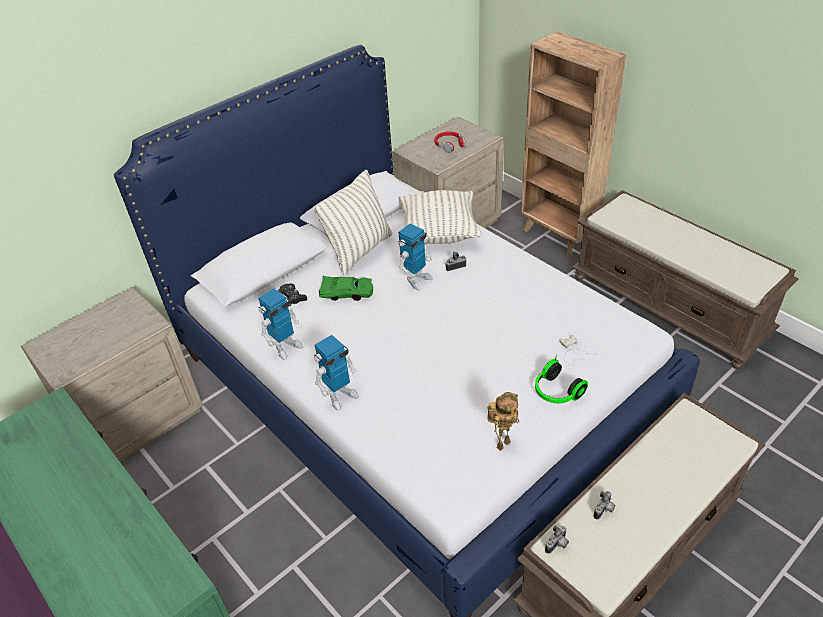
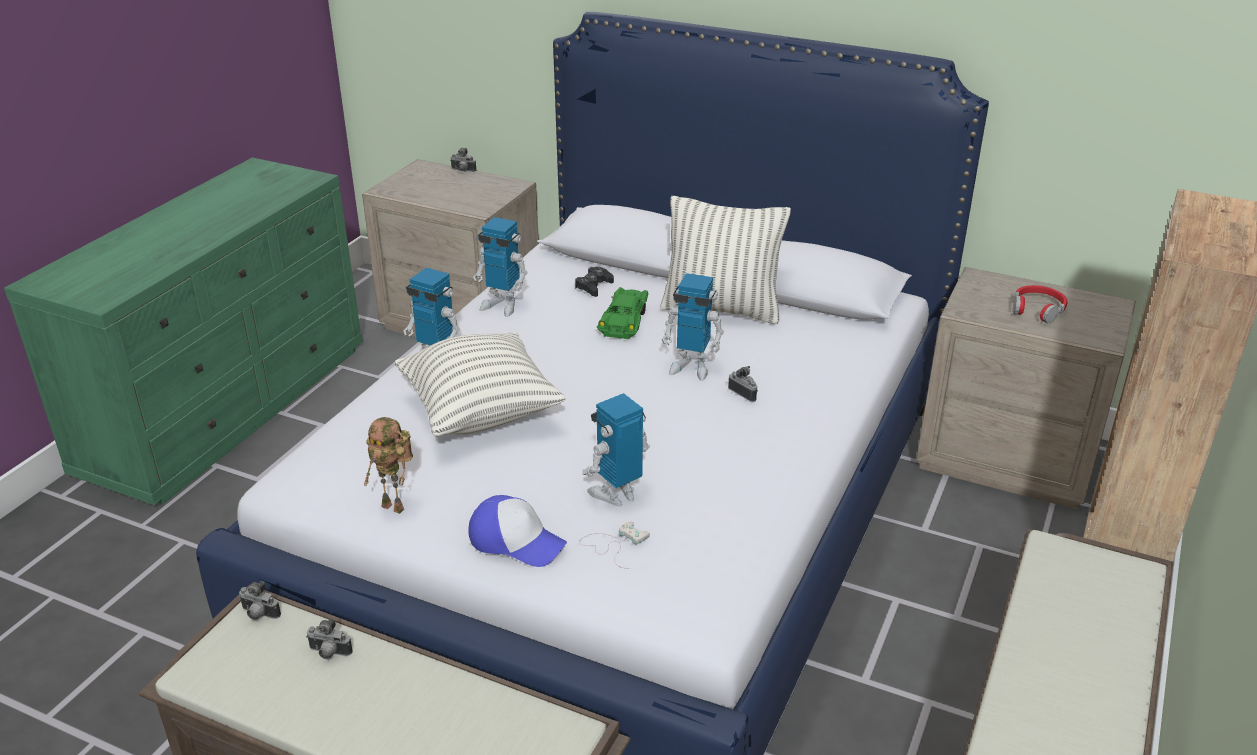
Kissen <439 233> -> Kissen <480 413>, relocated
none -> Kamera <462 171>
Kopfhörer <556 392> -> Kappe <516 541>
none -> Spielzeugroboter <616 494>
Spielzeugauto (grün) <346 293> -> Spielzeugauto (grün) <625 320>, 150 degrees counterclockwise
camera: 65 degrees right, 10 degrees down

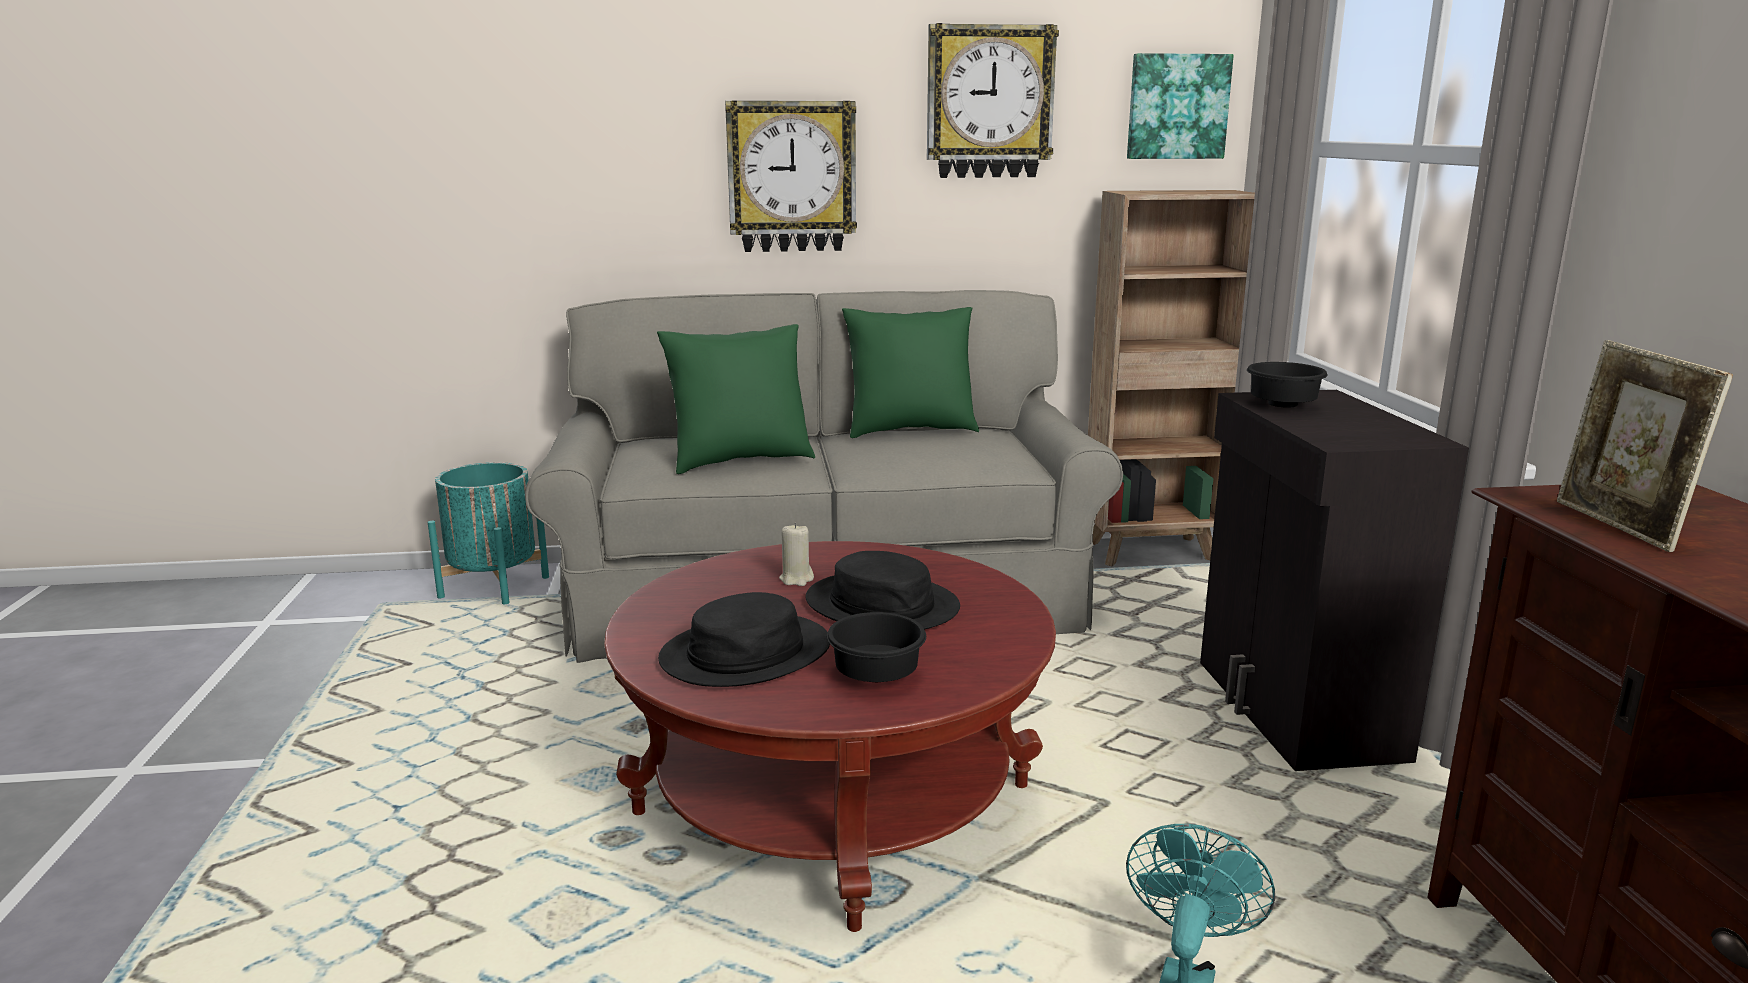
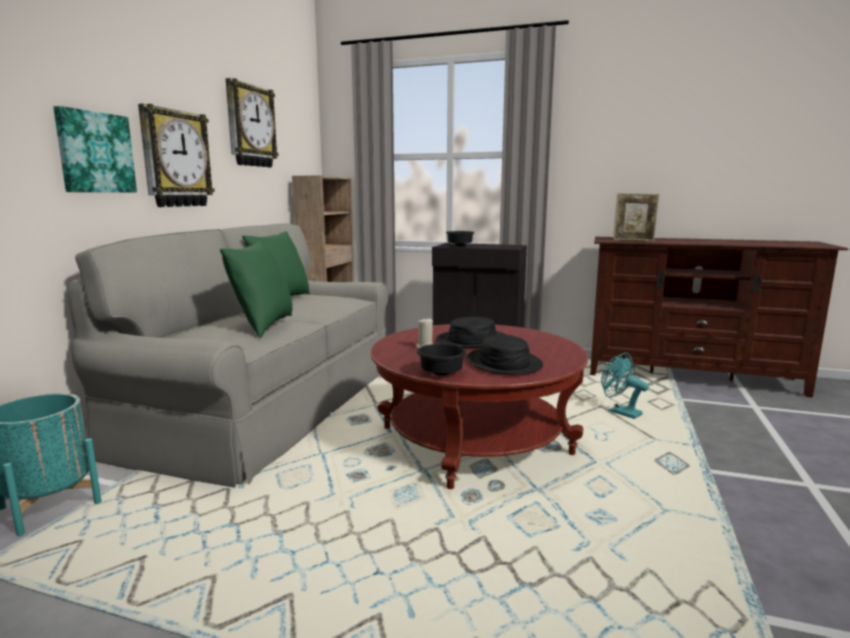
Bild <1177 107> -> Bild <95 152>, relocated
Schüssel (schwarz) <879 675> -> Schüssel (schwarz) <441 372>, relocated
camera: 65 degrees left, 5 degrees down

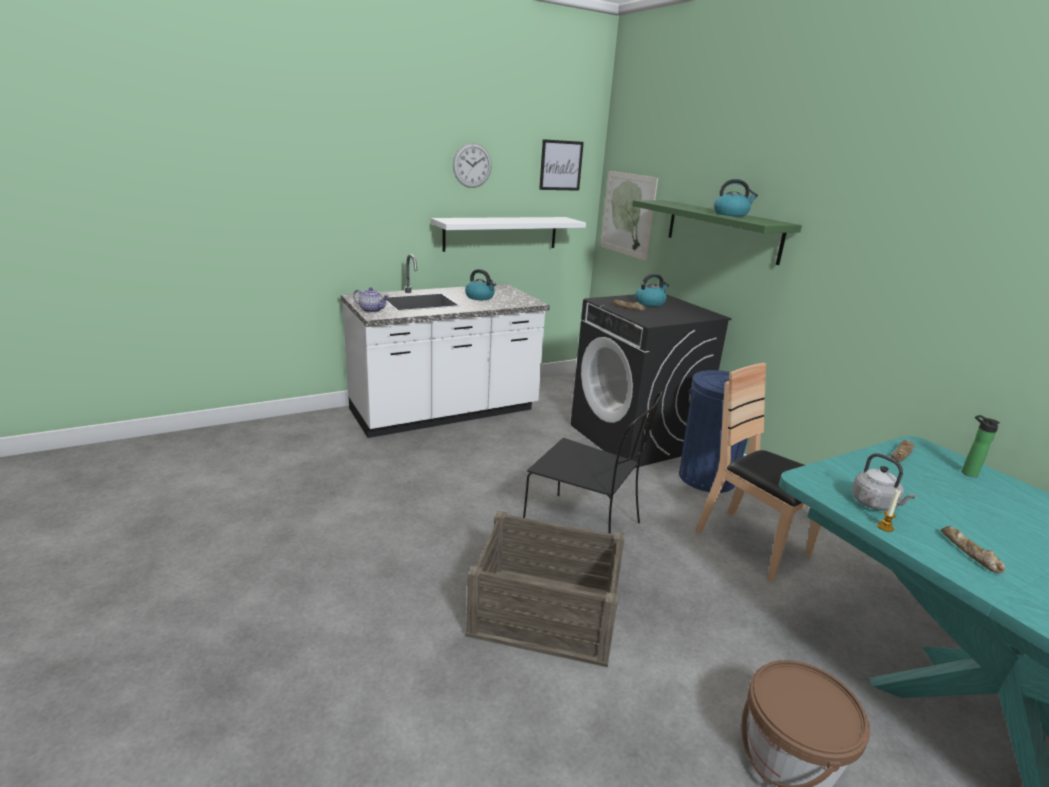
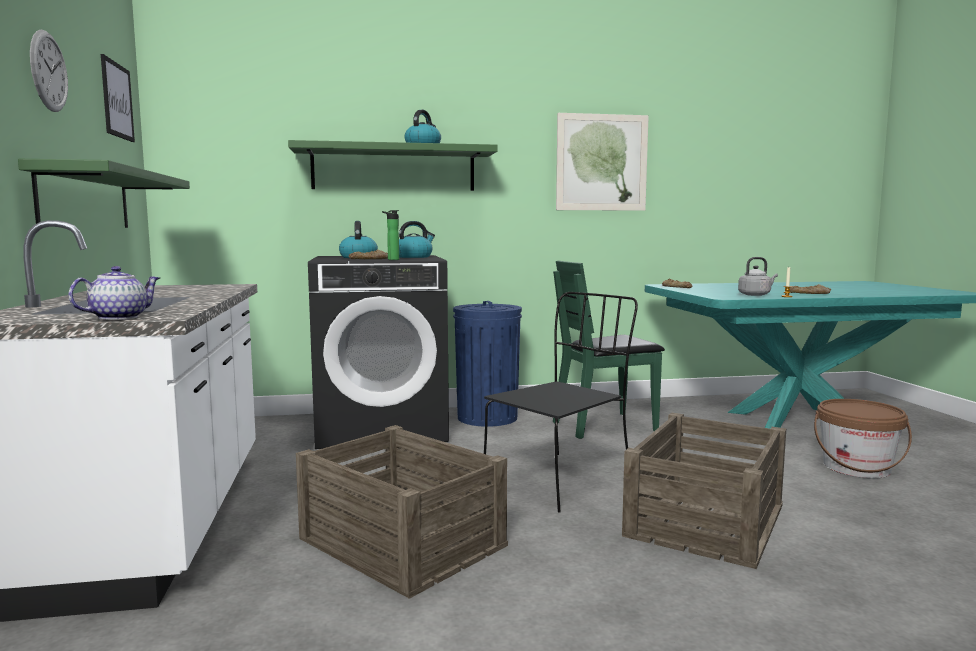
Wandregal (weiß) <501 233> -> Wandregal (grün) <86 199>
none -> Kiste <401 543>
Flasche <966 472> -> Flasche <391 260>, relocated
Wasserkessel <480 297> -> Wasserkessel <414 257>, relocated
Stuhl (braun) <752 545> -> Stuhl (grün) <604 426>
Bild <627 214> -> Bild <601 162>, relocated
camera: 70 degrees left, 15 degrees down

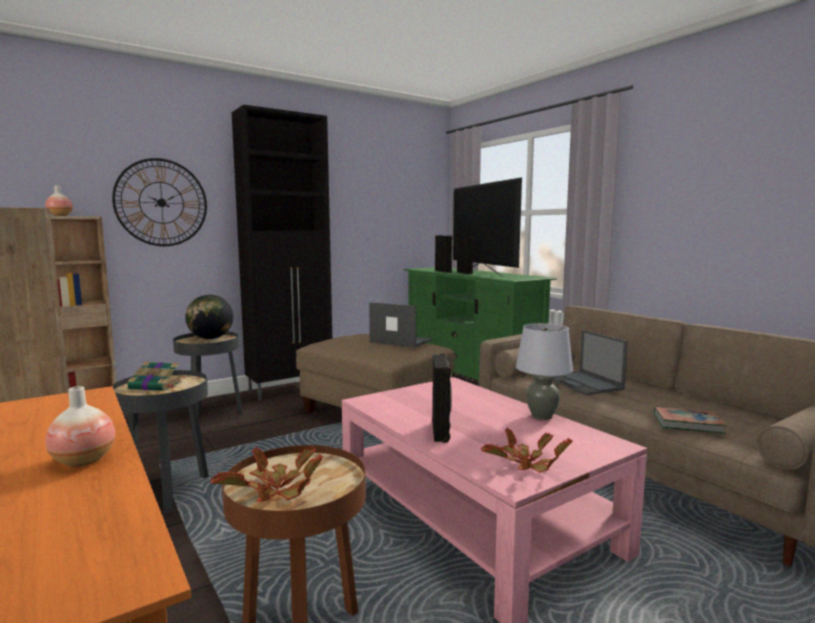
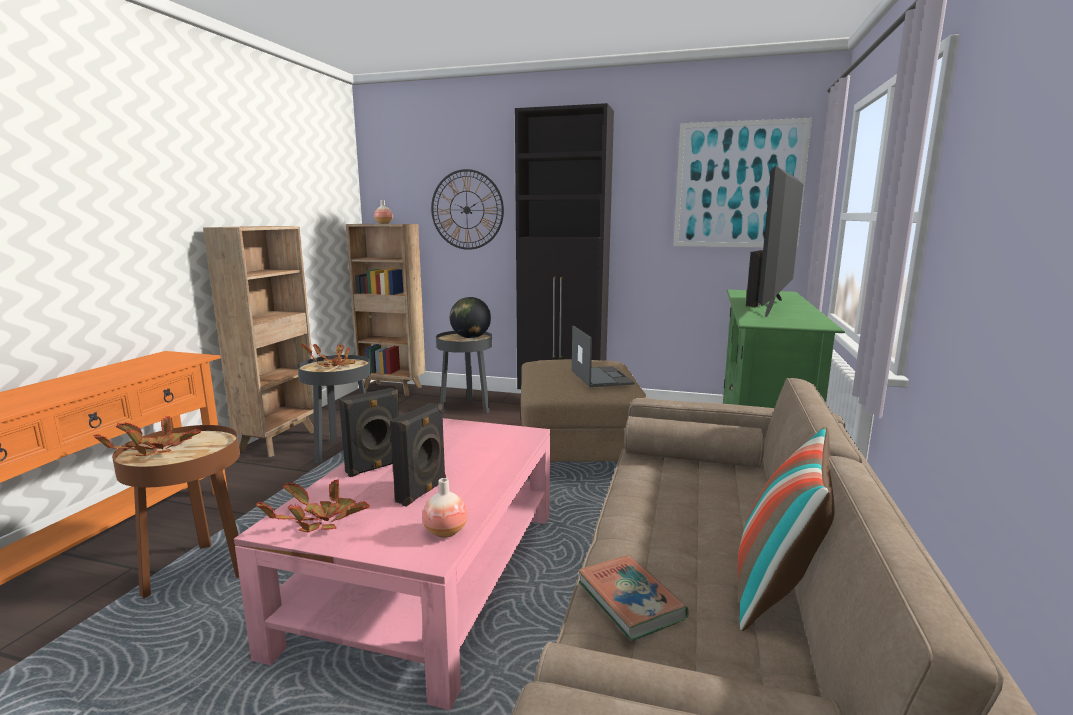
Buch <156 386> -> Topfpflanze <334 365>
Lautsprecher (schwarz) <443 271> -> Lautsprecher (schwarz) <423 492>, relocated
Vase <83 460> -> Vase <445 532>, relocated
none -> Bild <738 185>
none -> Kissen <778 588>
Tischlampe (grau) <542 416> -> none
Laptop <584 384> -> none
camera: 50 degrees right, 5 degrees up

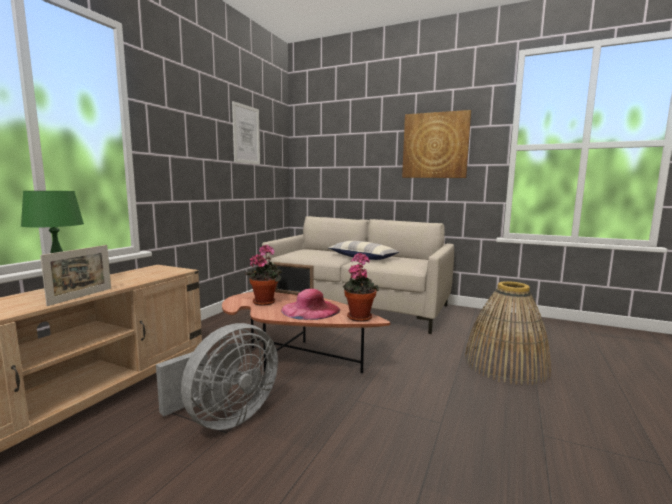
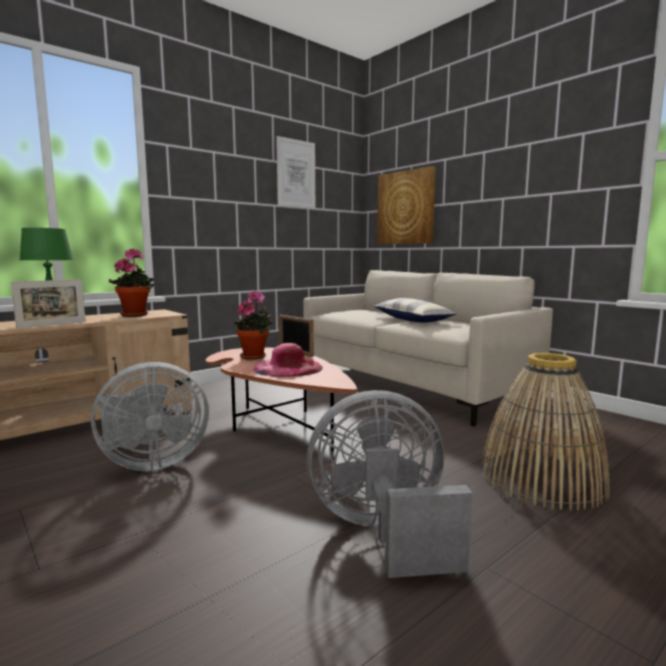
Topfpflanze <359 316> -> Topfpflanze <136 315>, relocated
none -> Ventilator (grau) <383 532>
Bild <435 145> -> Bild <406 208>, relocated
camera: 25 degrees right, 0 degrees up

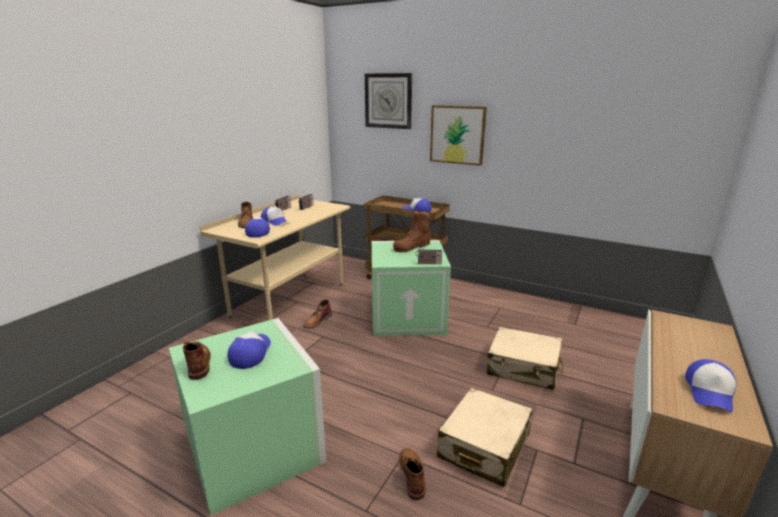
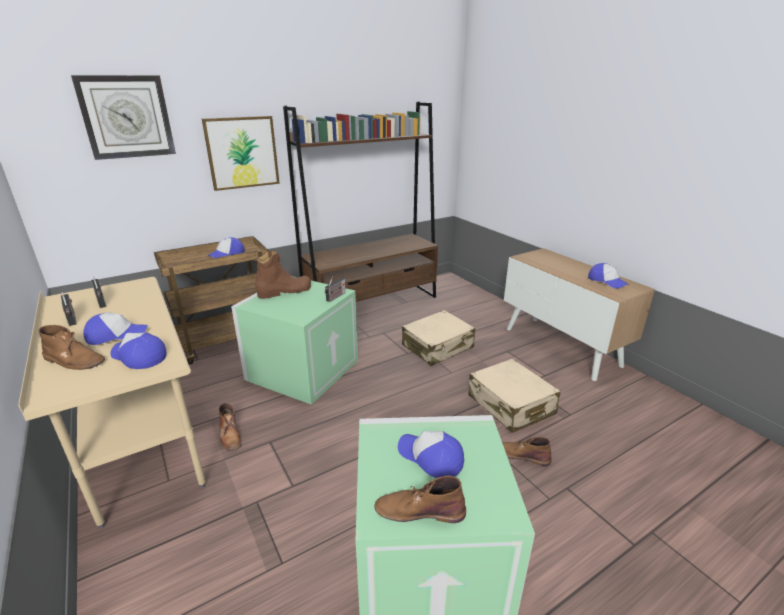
Stiefel (braun) <412 247> -> Stiefel (braun) <284 291>, 105 degrees counterclockwise
none -> Bücherregal (braun) <372 304>
camera: 60 degrees left, 5 degrees up

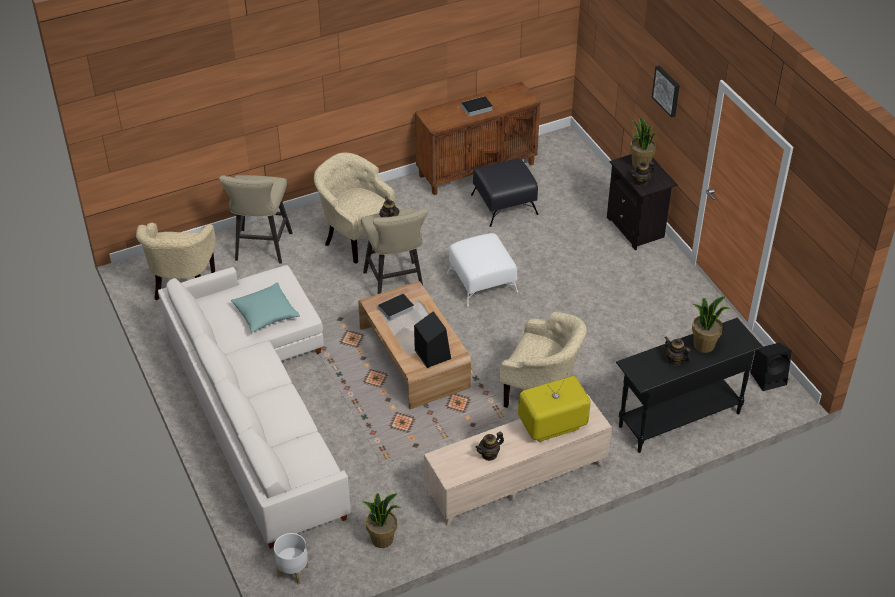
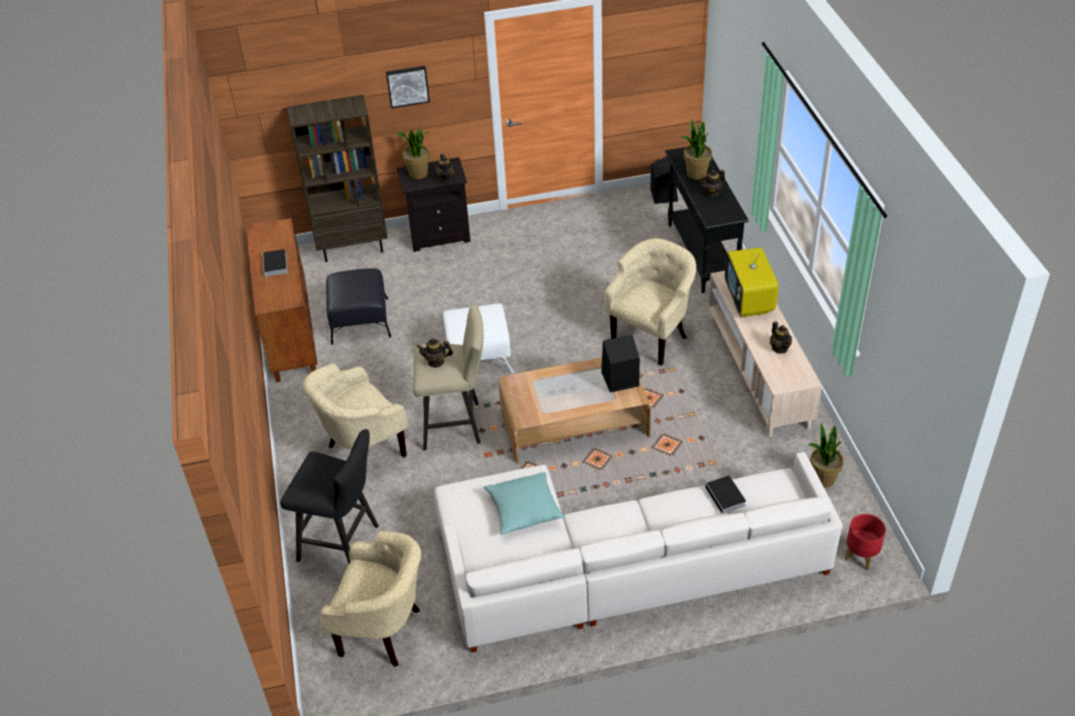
Hocker (beige) <261 249> -> Hocker (schwarz) <344 543>
none -> Bücherregal (braun) <353 248>
Buch <395 309> -> Buch <726 497>, relocated
Pflanzkübel (weiß) <292 572> -> Pflanzkübel (rot) <861 557>
camera: 75 degrees left, 0 degrees up

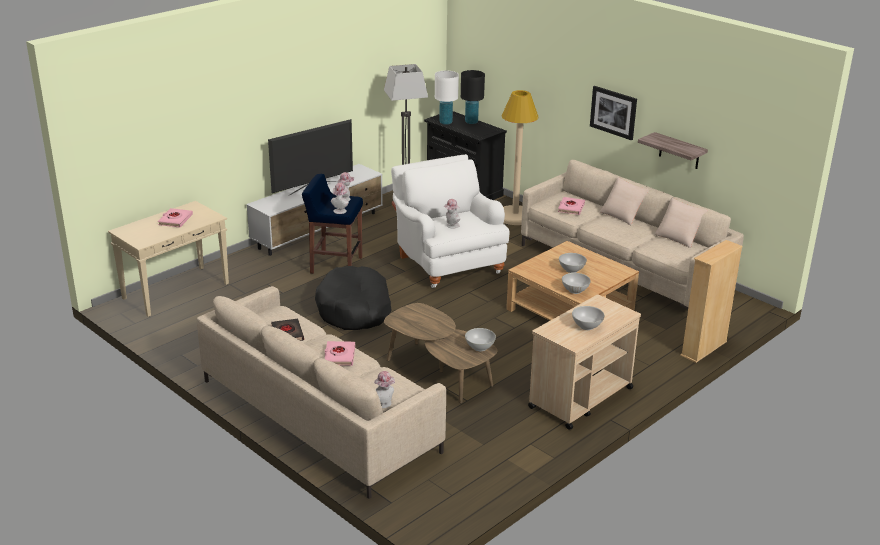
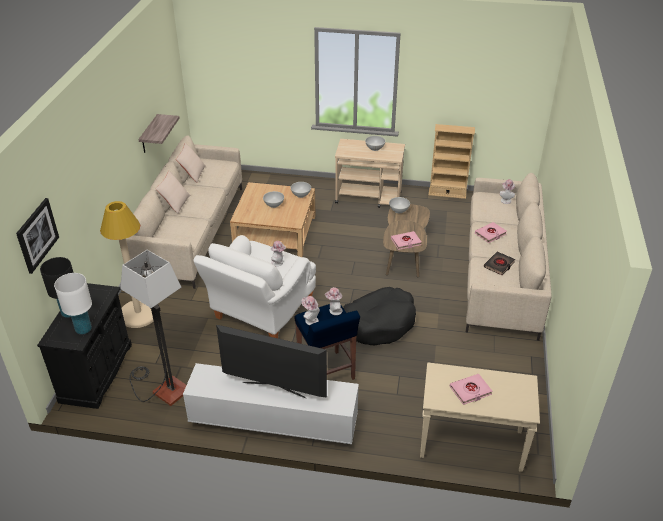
Bild <613 112> -> Bild <37 235>, relocated
Buch (rosa) <571 208> -> Buch (rosa) <406 242>, relocated
Bücherregal (beige) <703 348> -> Bücherregal (beige) <447 193>, relocated
camera: 125 degrees left, 10 degrees up

